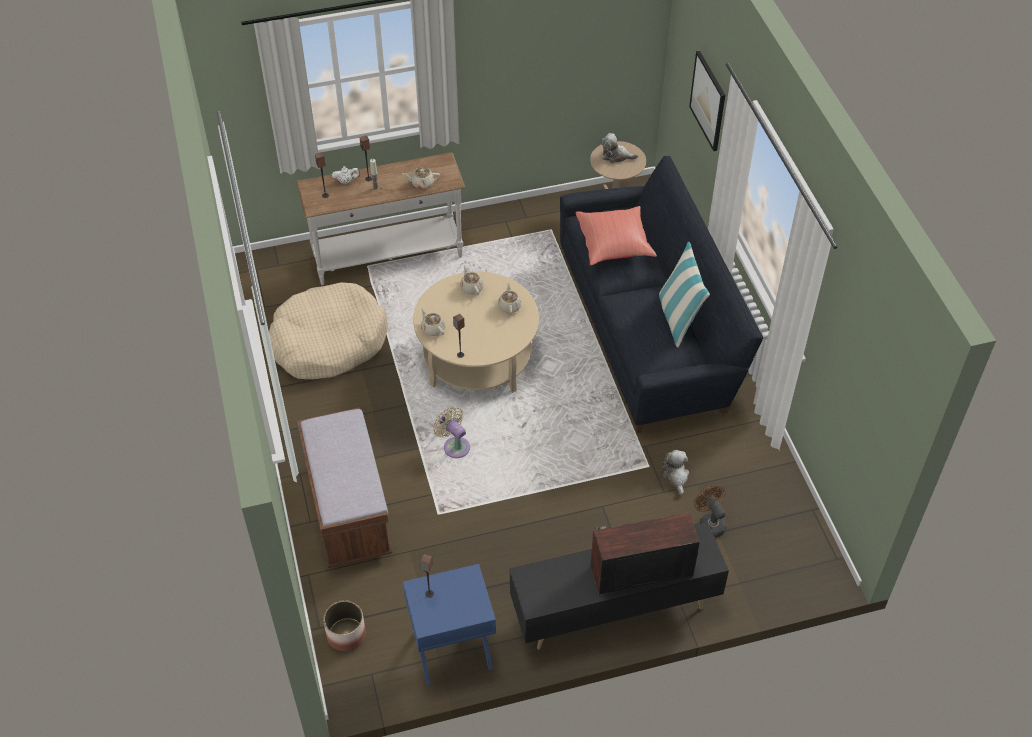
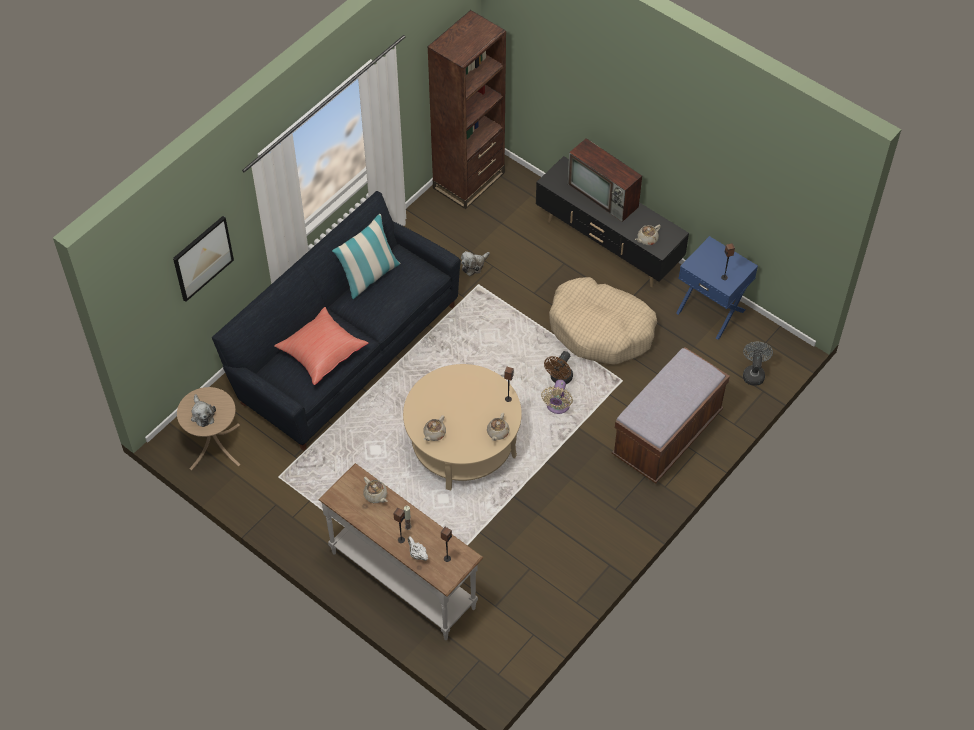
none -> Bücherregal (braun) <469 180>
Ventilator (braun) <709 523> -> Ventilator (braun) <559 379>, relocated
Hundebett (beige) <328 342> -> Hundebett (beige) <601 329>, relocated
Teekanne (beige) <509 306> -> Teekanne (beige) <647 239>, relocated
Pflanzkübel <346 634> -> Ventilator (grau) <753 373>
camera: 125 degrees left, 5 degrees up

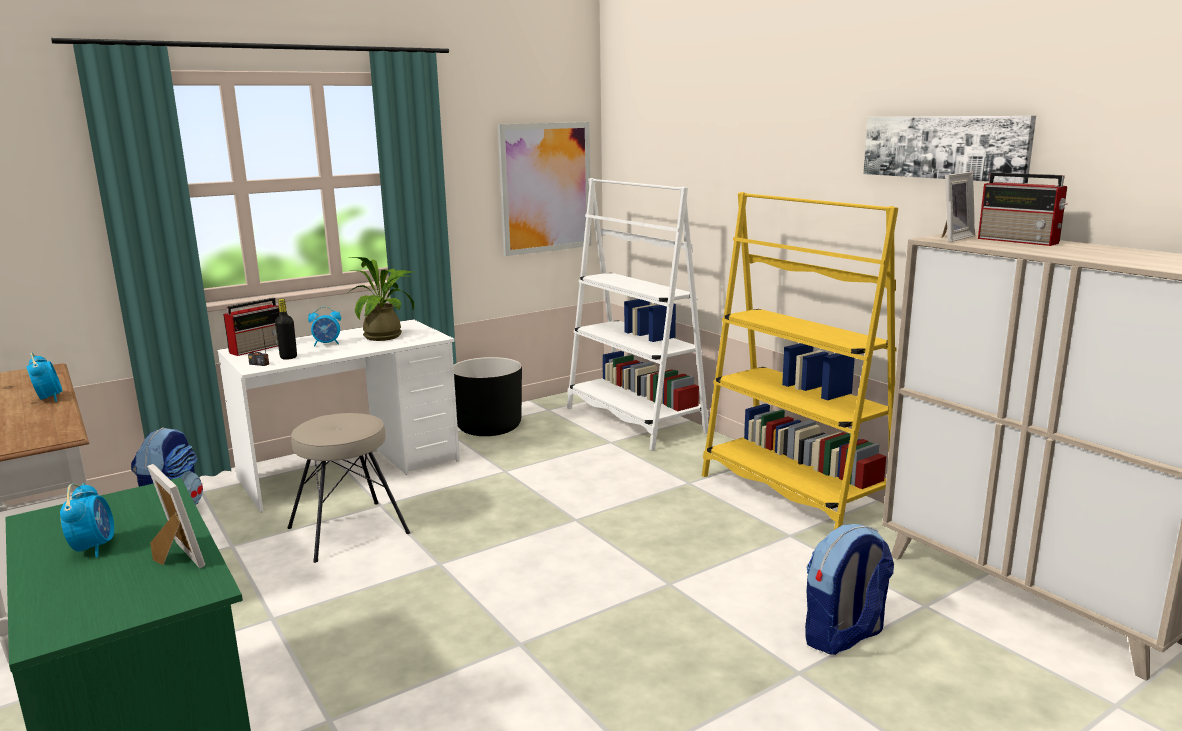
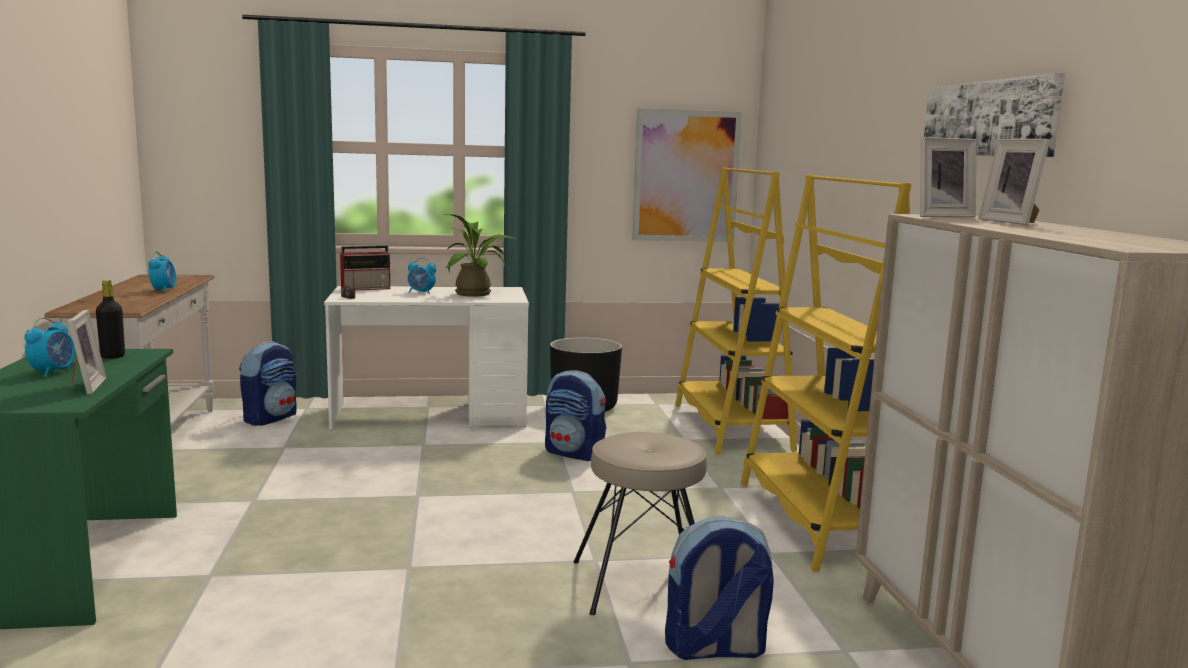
Flasche (schwarz) <288 357> -> Flasche (schwarz) <112 356>, relocated
none -> Rucksack <575 453>
Hocker (beige) <349 531> -> Hocker (beige) <642 584>, relocated
Bücherregal (weiß) <635 420> -> Bücherregal (gelb) <731 427>
Radio <1020 241> -> Bilderrahmen <1013 222>
camera: 25 degrees right, 5 degrees down

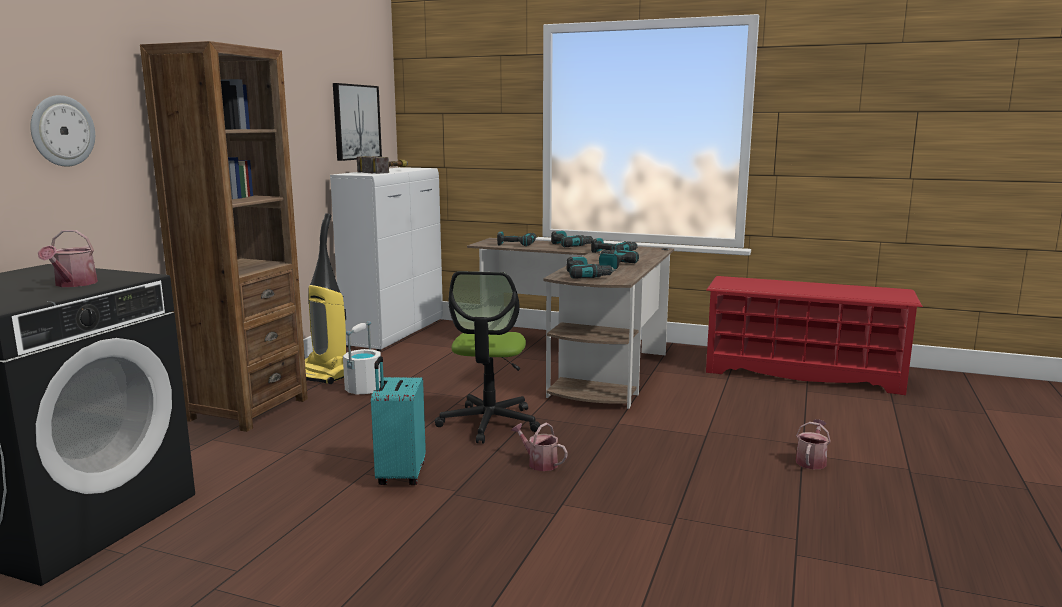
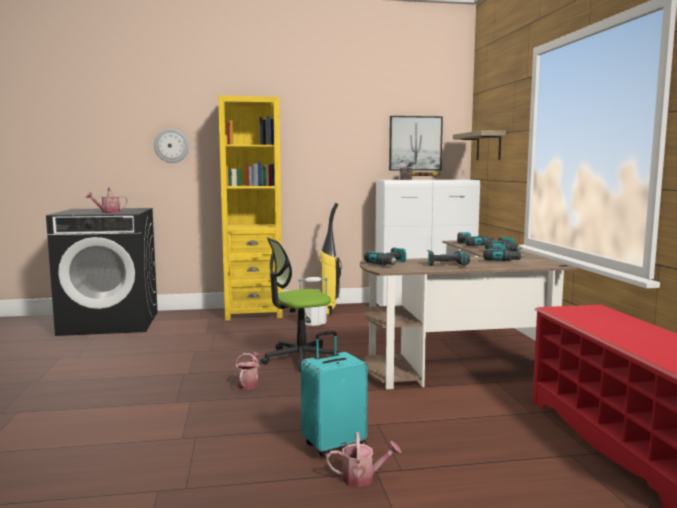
Bücherregal (braun) <247 409> -> Bücherregal (gelb) <253 313>
Koffer (türkis) <399 475> -> Koffer (türkis) <334 445>, relocated
none -> Wandregal <488 146>
camera: 60 degrees right, 5 degrees down

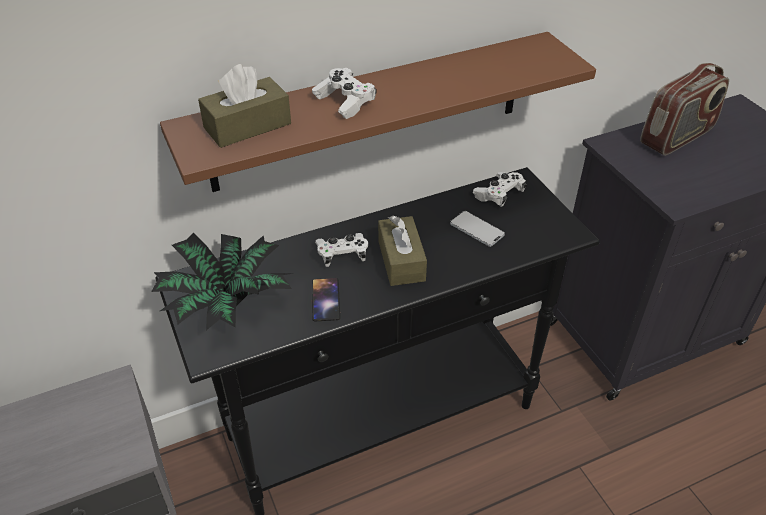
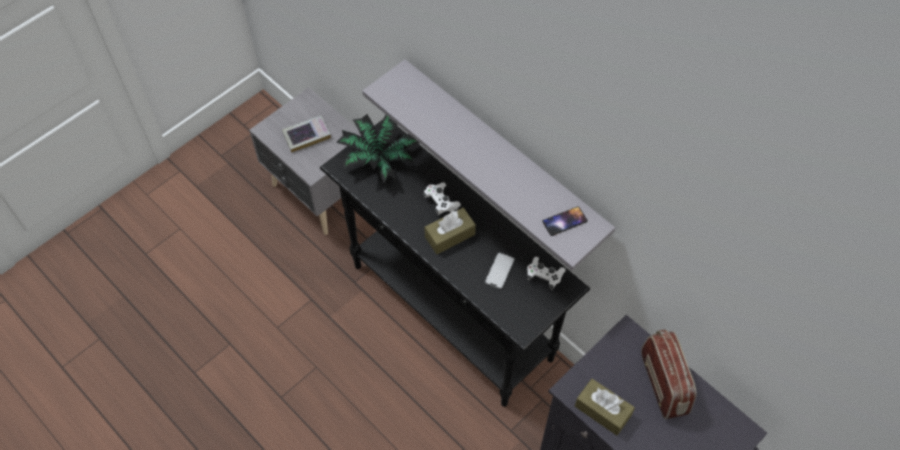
none -> Buch <307 136>
Wandregal (braun) <370 111> -> Wandregal (grau) <503 156>
Handy <325 300> -> Handy <564 221>, relocated
Taschentuchbox (braun) <247 126> -> Taschentuchbox (braun) <602 410>, relocated
Radio <677 137> -> Radio <664 383>, 135 degrees counterclockwise
Gamepad (weiß) <345 102> -> none
camera: 70 degrees right, 15 degrees up

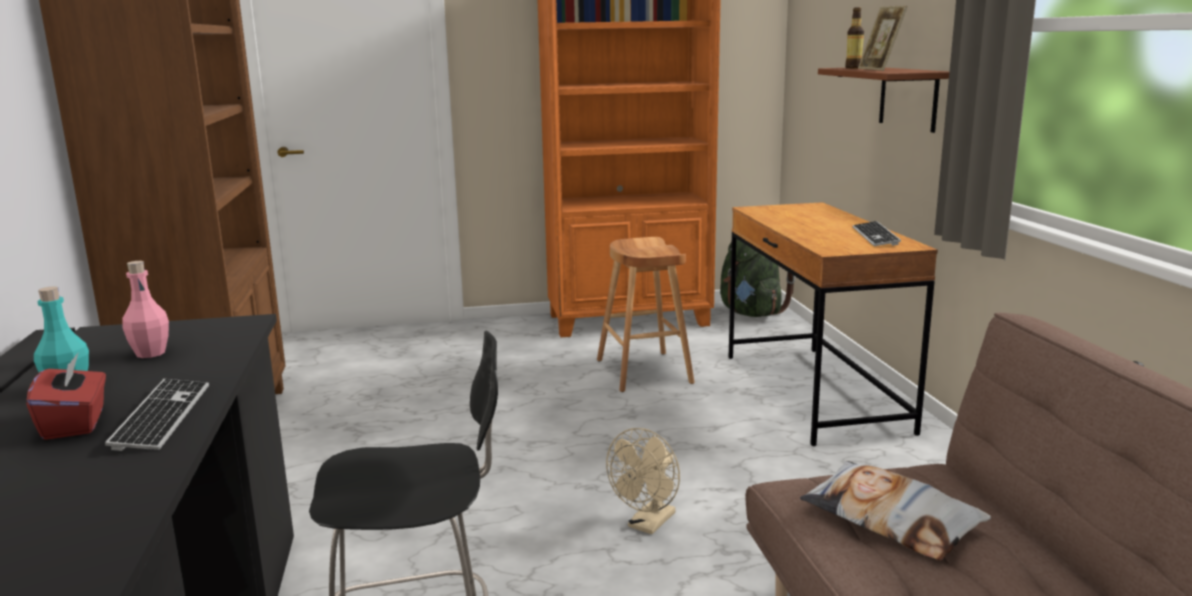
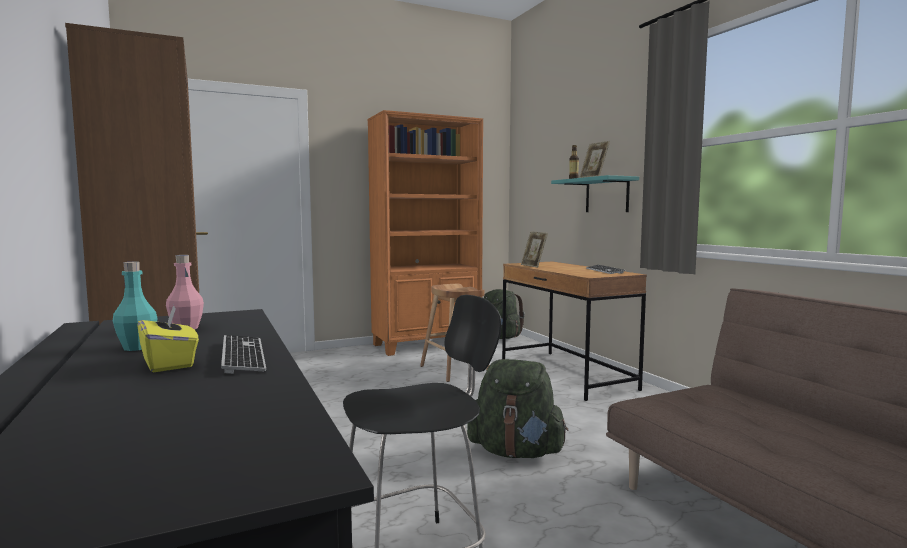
Taschentuchbox (rot) <75 423> -> Taschentuchbox (gelb) <169 363>
Ventilator (beige) <648 524> -> Rucksack (grün) <516 452>
none -> Bilderrahmen <533 266>
Wandregal (braun) <908 98> -> Wandregal (türkis) <607 195>
Kissen <891 519> -> none
camera: 15 degrees left, 10 degrees down

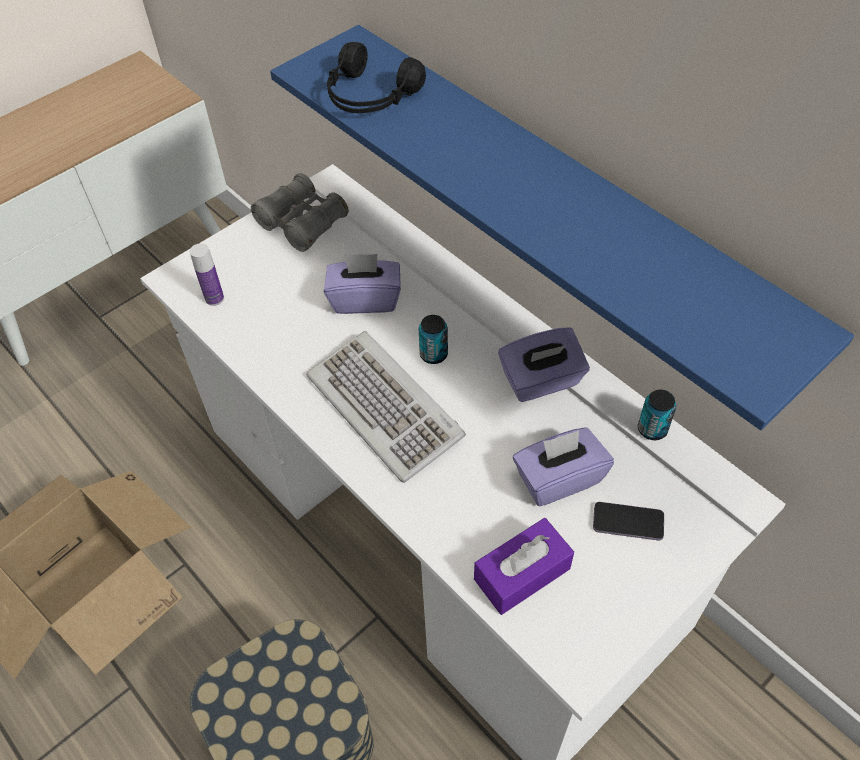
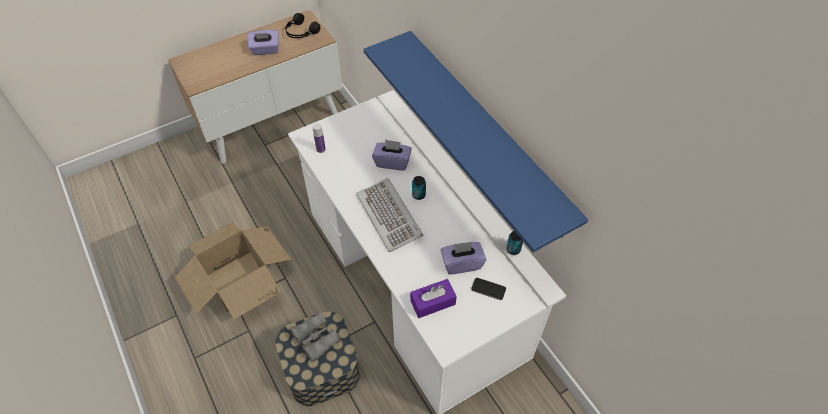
Taschentuchbox (lila) <541 381> -> Taschentuchbox (lila) <265 50>, relocated
Kopfhörer (schwarz) <369 97> -> Kopfhörer (schwarz) <300 32>, relocated
Fernglas (grau) <302 223> -> Fernglas (grau) <316 339>, relocated
camera: 10 degrees right, 0 degrees up

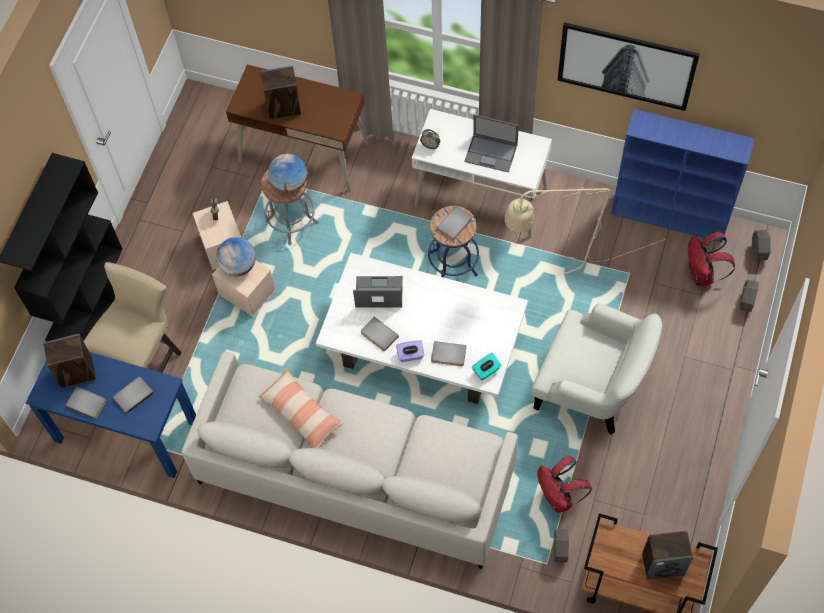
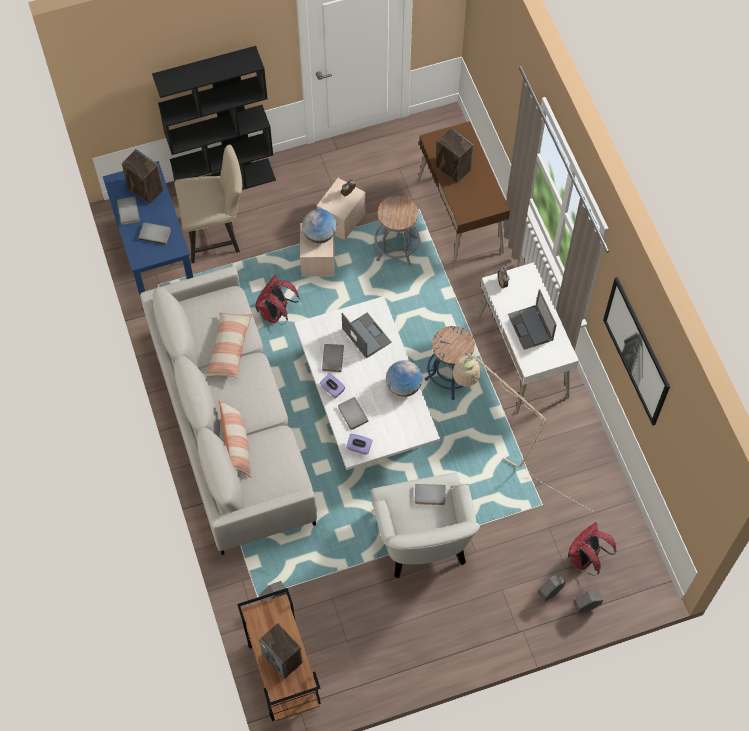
none -> Kissen <237 445>
Rucksack (rot) <559 497> -> Rucksack (rot) <276 313>, relocated
Taschentuchbox (türkis) <486 371> -> Taschentuchbox (lila) <359 448>
Globus <289 184> -> Globus <403 386>, relocated
Buch (grau) <455 224> -> Buch (grau) <430 496>, relocated
Pflanzkübel (grau) <758 252> -> Pflanzkübel (grau) <549 592>, relocated
Bücherregal (blau) <670 216> -> none
camera: 50 degrees right, 0 degrees up

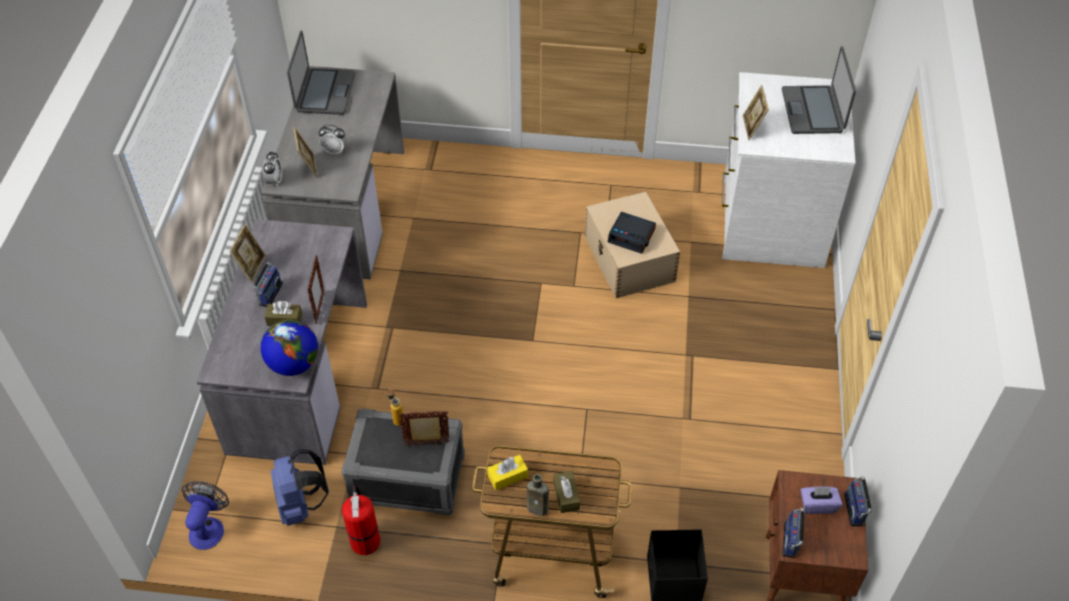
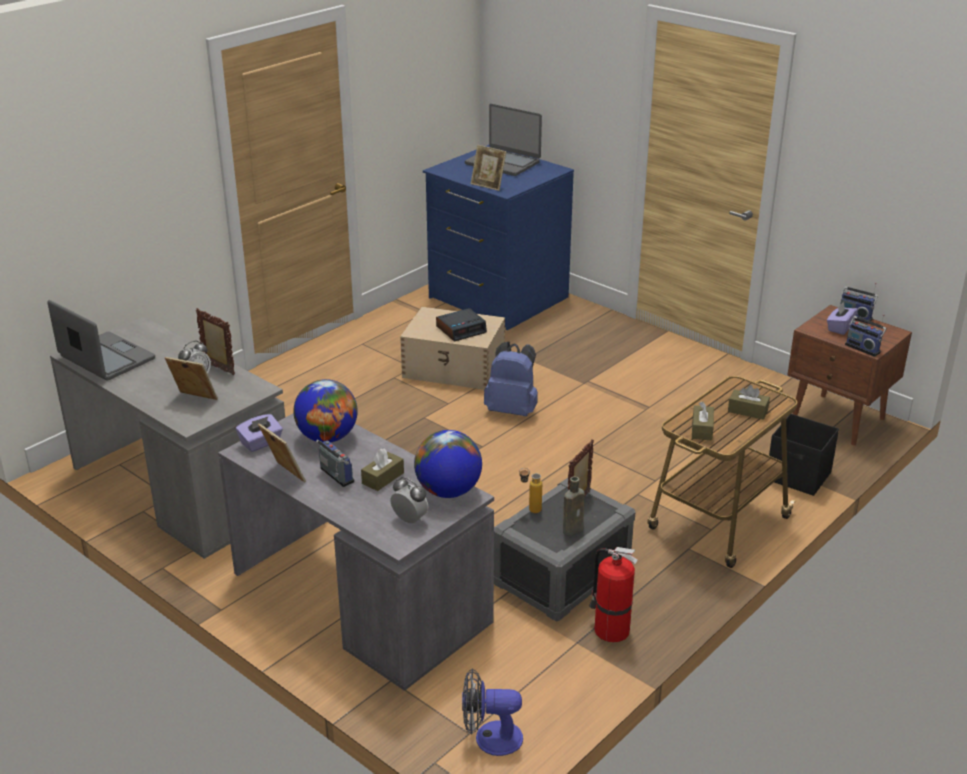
Bilderrahmen <319 308> -> Bilderrahmen <218 368>, relocated
none -> Taschentuchbox (lila) <261 443>
none -> Globus <327 437>
Wecker <274 181> -> Wecker <410 520>, relocated
Kommode (weiß) <770 222> -> Kommode (blau) <497 298>
Ventilator <208 527> -> Ventilator <490 738>, 45 degrees counterclockwise
Rucksack (blau) <301 504> -> Rucksack (blau) <512 410>, relocated
Flasche (braun) <539 509> -> Flasche (braun) <574 529>, relocated
Taschentuchbox (gelb) <507 476> -> Taschentuchbox (braun) <702 429>
camera: 55 degrees left, 20 degrees down

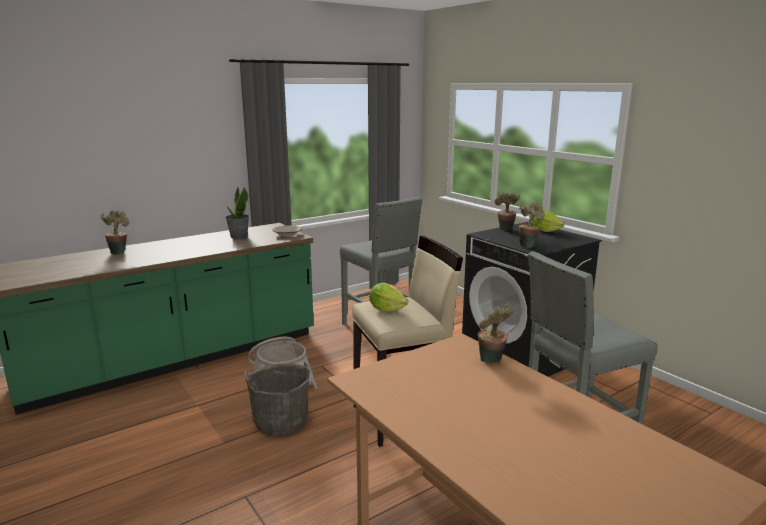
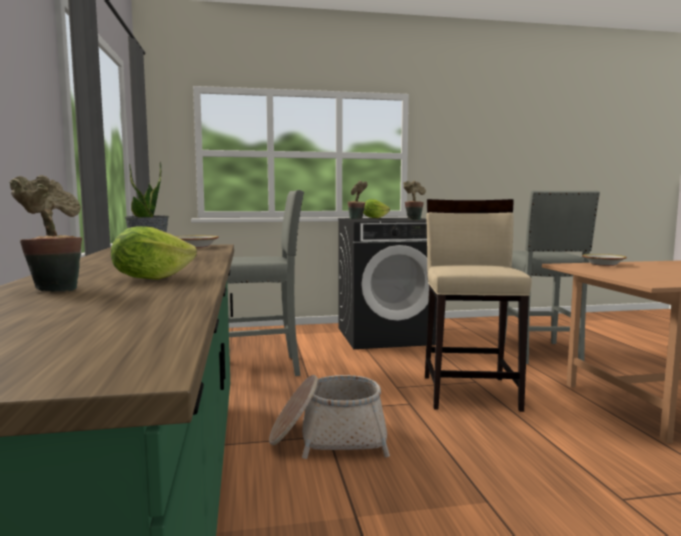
Salatkopf <386 309> -> Salatkopf <151 278>, relocated
Topfpflanze <491 361> -> Schüssel <603 264>
Eimer (grau) <281 421> -> none
camera: 65 degrees left, 10 degrees down

